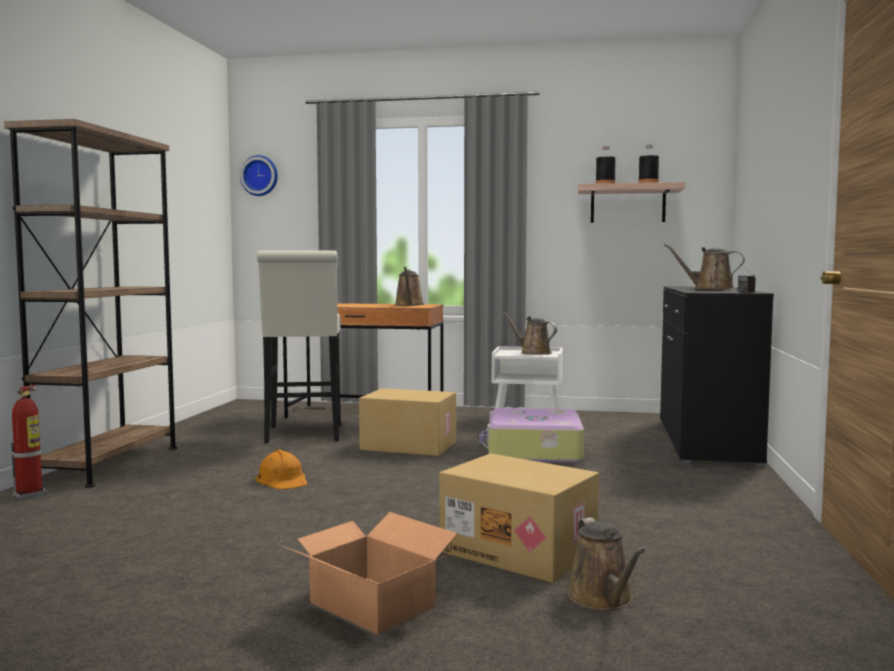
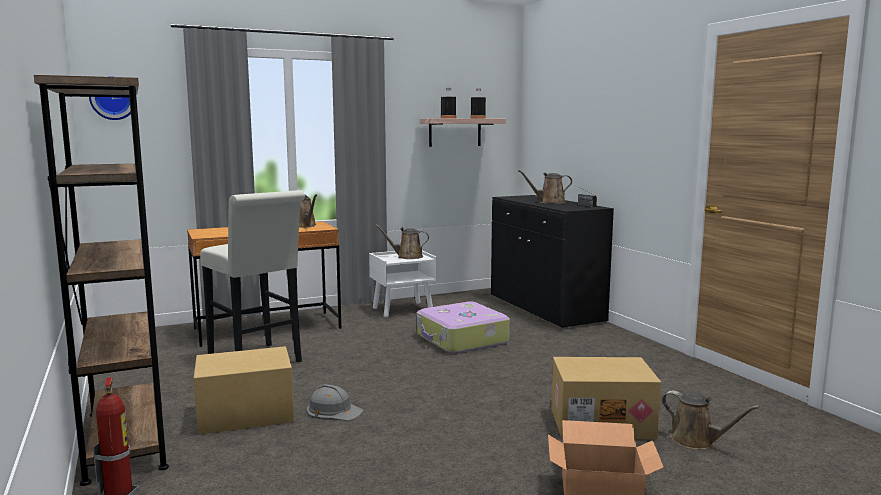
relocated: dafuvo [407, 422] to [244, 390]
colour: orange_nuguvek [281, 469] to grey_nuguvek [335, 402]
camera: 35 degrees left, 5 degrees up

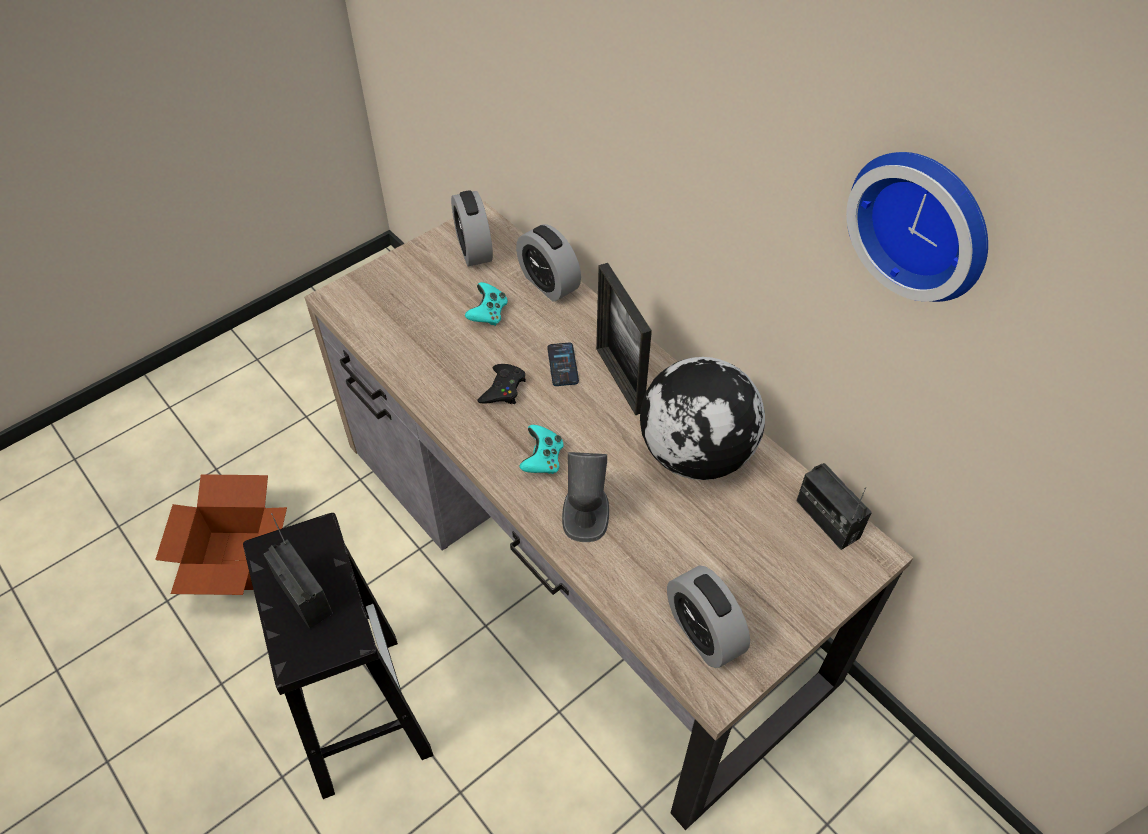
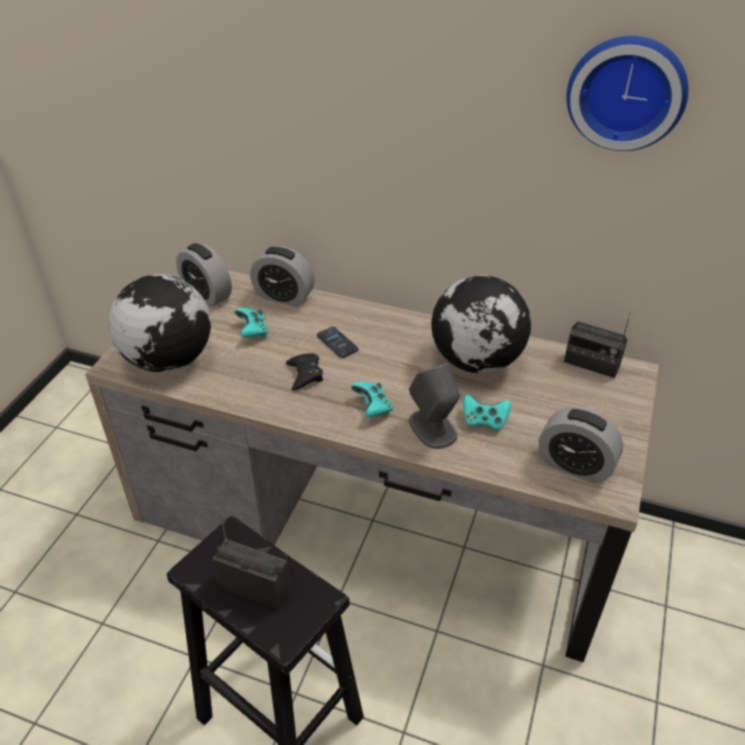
missing: dafuvo [221, 534]; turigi [624, 339]
appeared: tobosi [160, 323]; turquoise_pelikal [487, 413]
camera: 30 degrees left, 10 degrees down

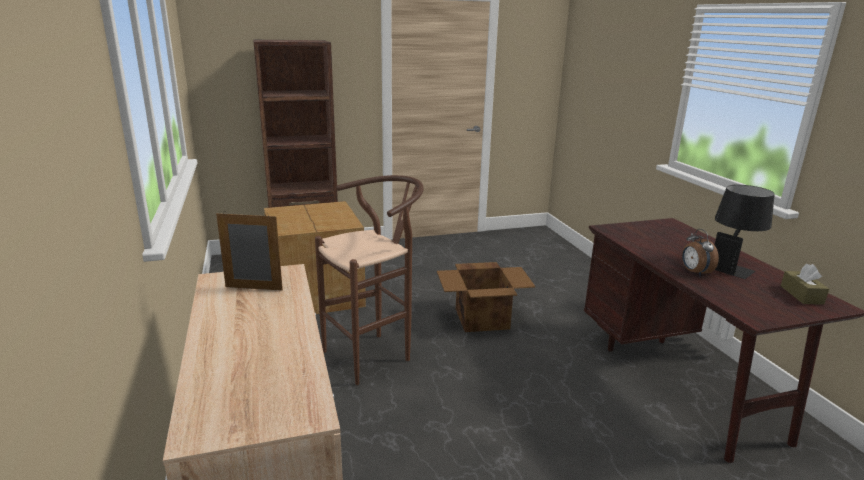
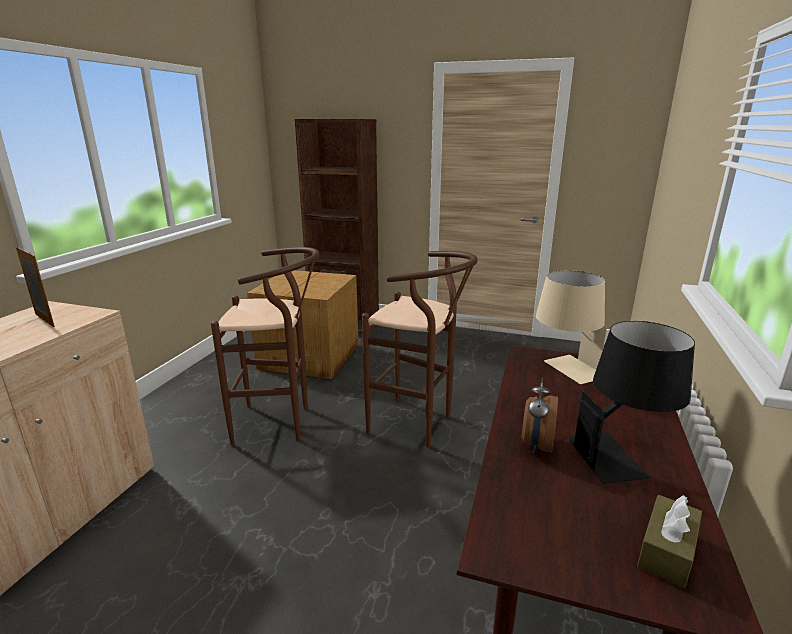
appeared: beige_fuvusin [571, 327]
exchanged: dafuvo [486, 297] to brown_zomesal [420, 349]
camera: 35 degrees right, 0 degrees up

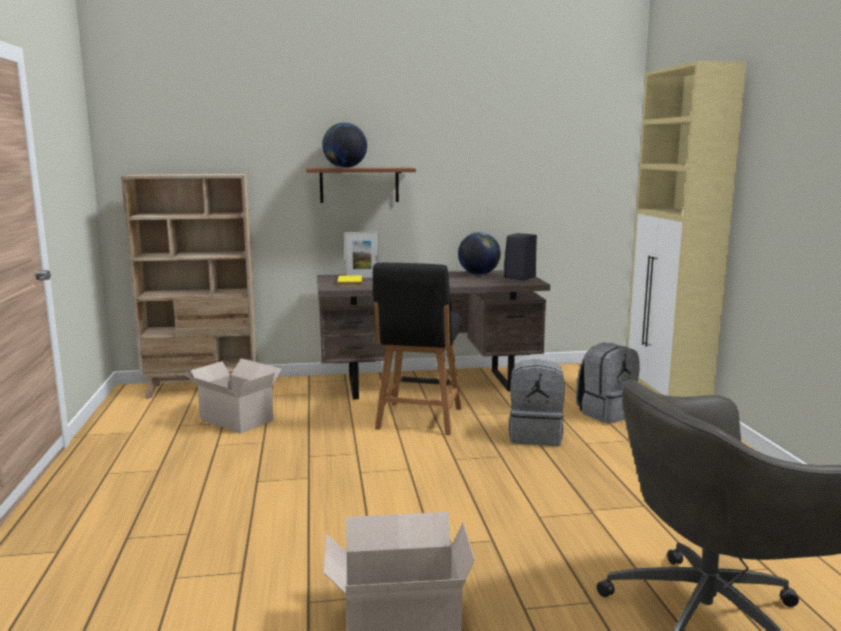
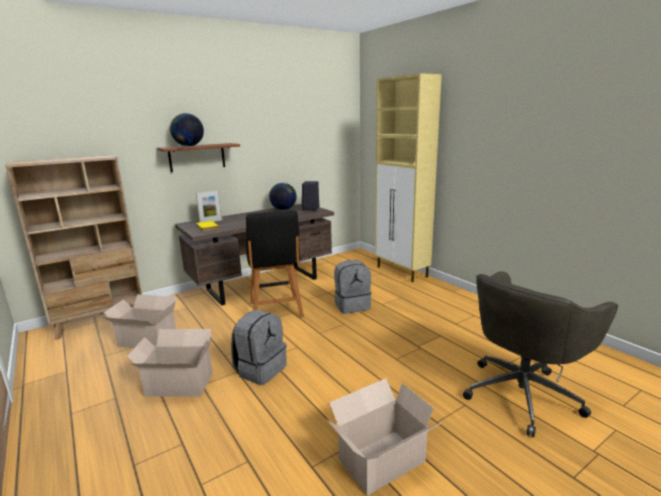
appeared: dafuvo [170, 362]
relocated: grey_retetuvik [608, 383] to [258, 347]
camera: 25 degrees left, 5 degrees up

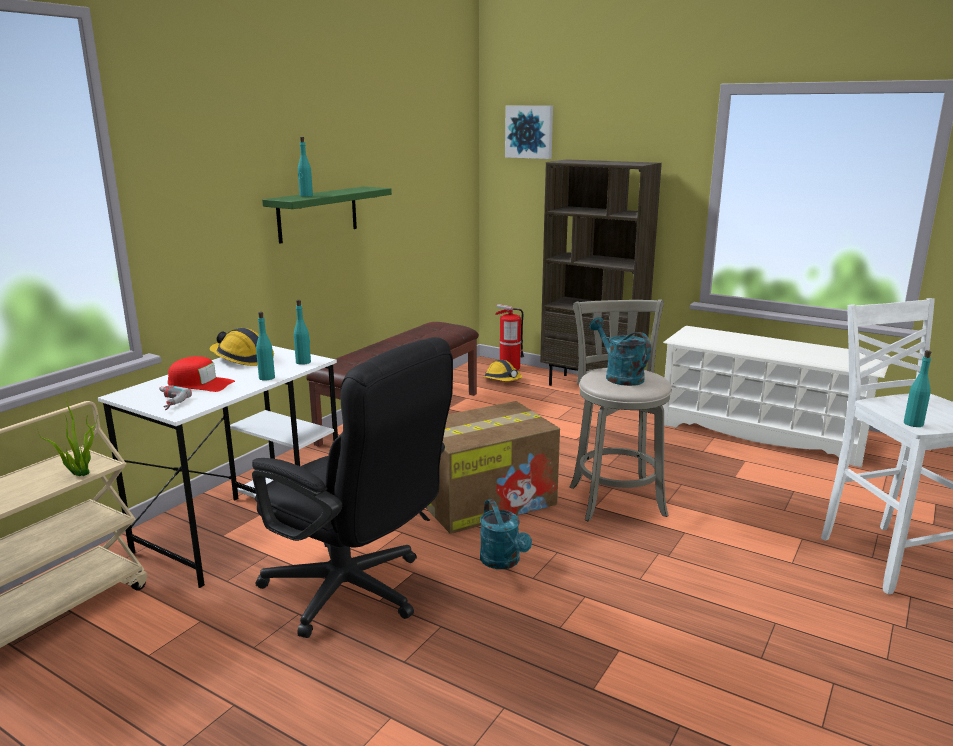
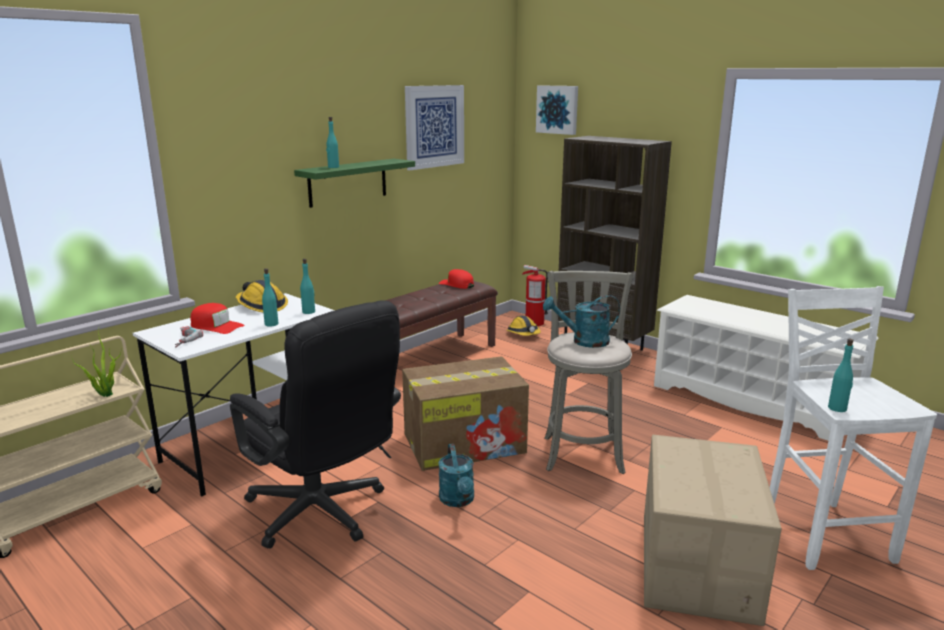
appeared: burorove [434, 127]; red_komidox [456, 279]; dafuvo [713, 530]
spun: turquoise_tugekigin [620, 351] = [581, 321] 75 degrees counterclockwise
camera: 10 degrees right, 0 degrees up

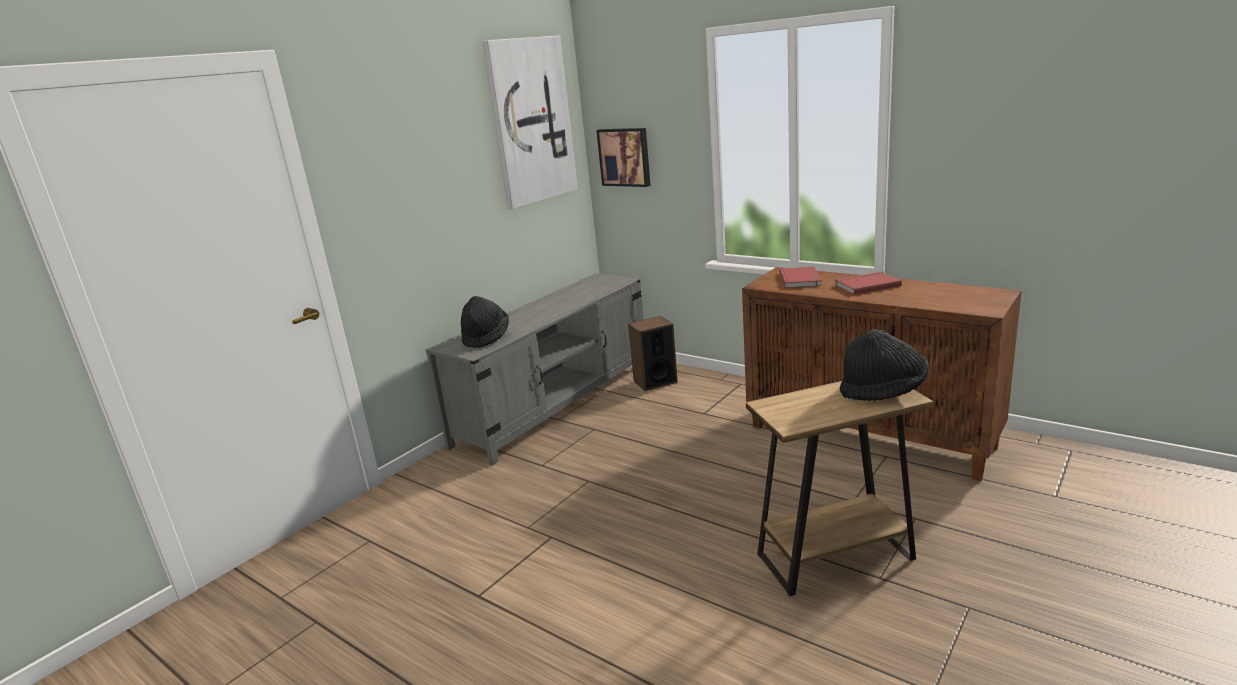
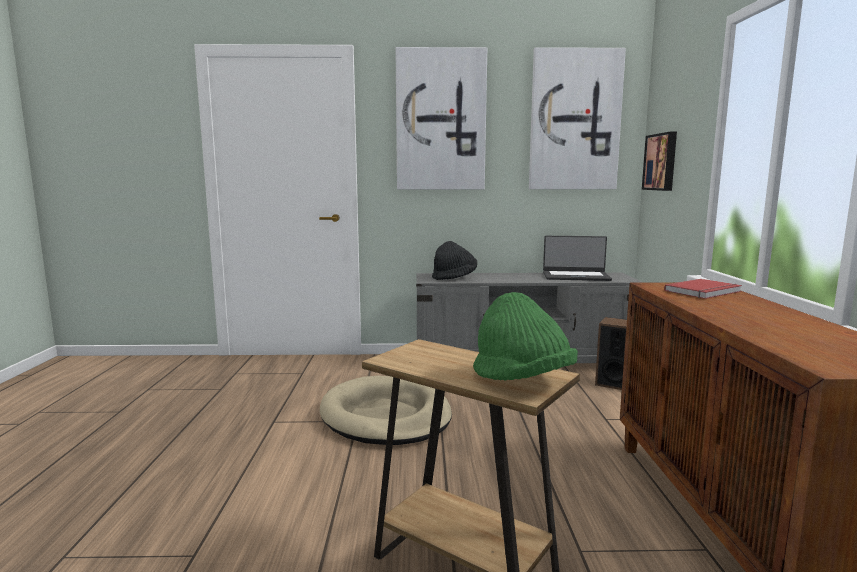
missing: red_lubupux [868, 283]
appeared: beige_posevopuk [386, 410]; burorove [441, 118]; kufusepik [577, 258]
colour: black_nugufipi [884, 365] to green_nugufipi [525, 336]
camera: 50 degrees right, 10 degrees down

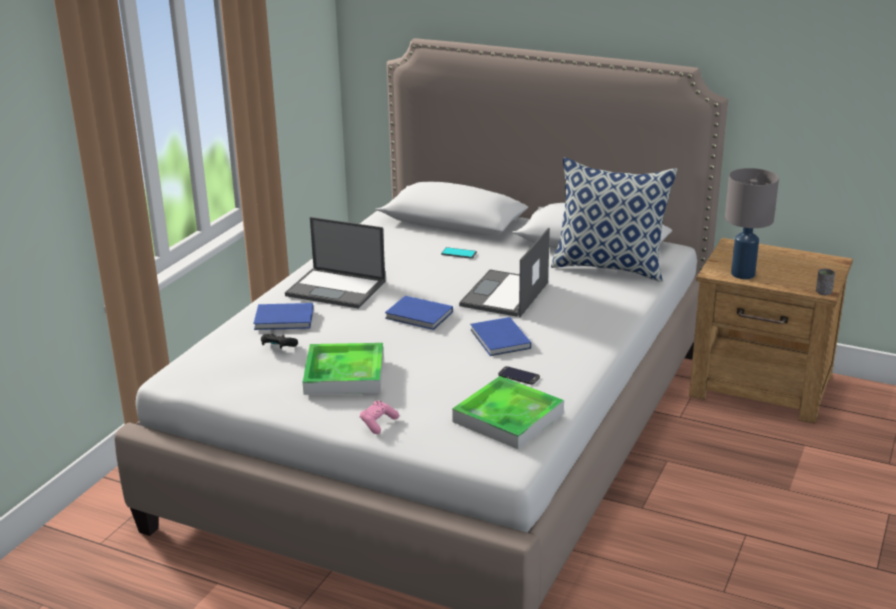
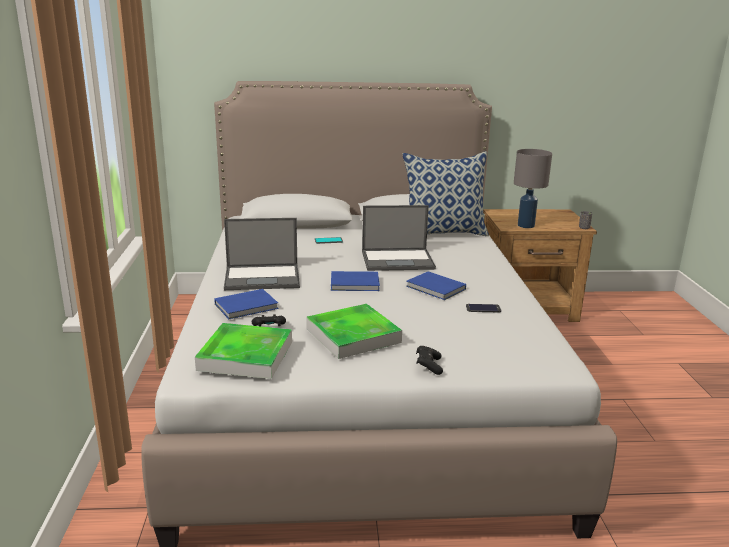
relocated: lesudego [508, 412] to [243, 351]
colour: pink_pelikal [379, 417] to black_pelikal [429, 360]
spun: kufusepik [504, 272] = [399, 238] 90 degrees counterclockwise
camera: 30 degrees left, 5 degrees down

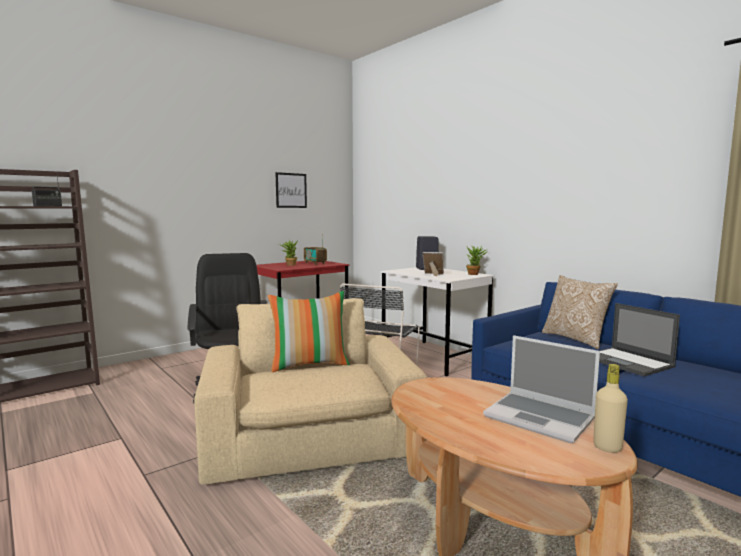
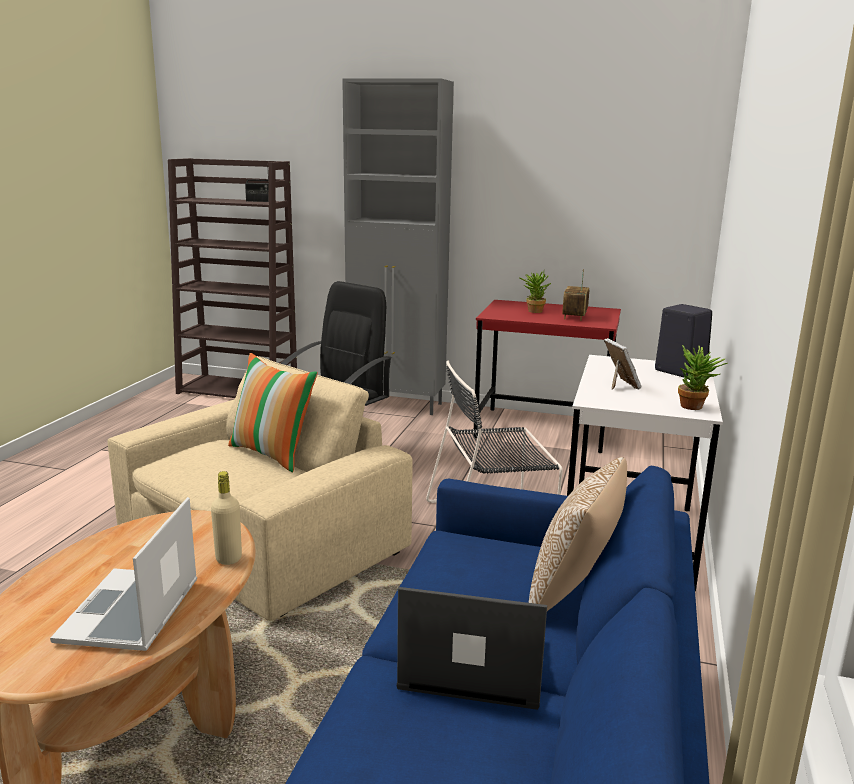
missing: burorove [291, 190]
appeared: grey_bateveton [398, 246]
relocated: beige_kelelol [610, 408] to [226, 518]
spun: kufusepik [639, 339] = [472, 648] 75 degrees clockwise
camera: 55 degrees right, 10 degrees up

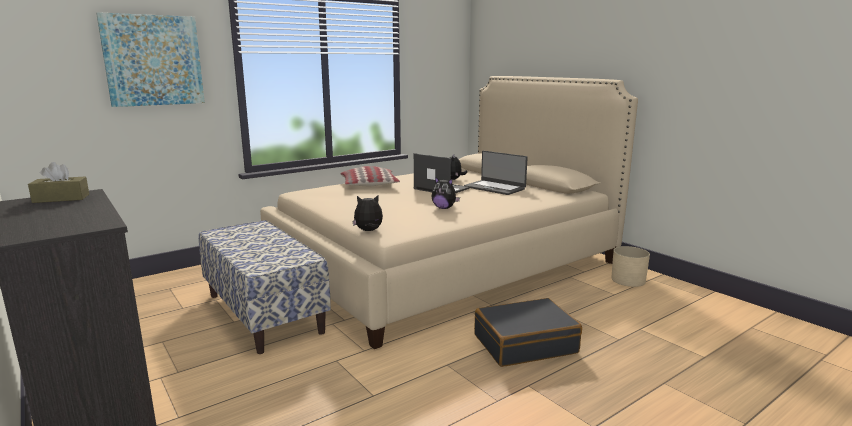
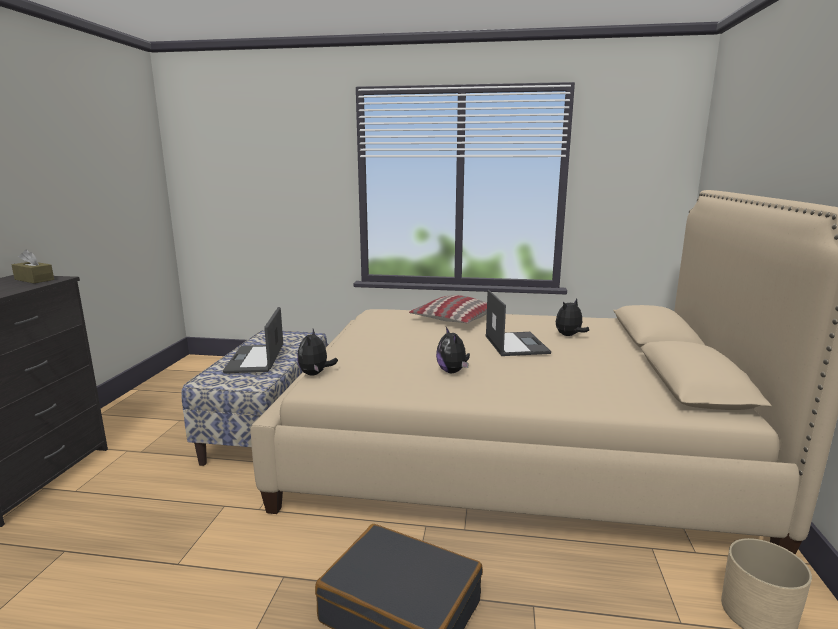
missing: burorove [150, 59]
relocated: kufusepik [496, 173] to [253, 340]
spun: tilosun [367, 213] = [317, 352] 120 degrees counterclockwise
camera: 45 degrees right, 0 degrees up

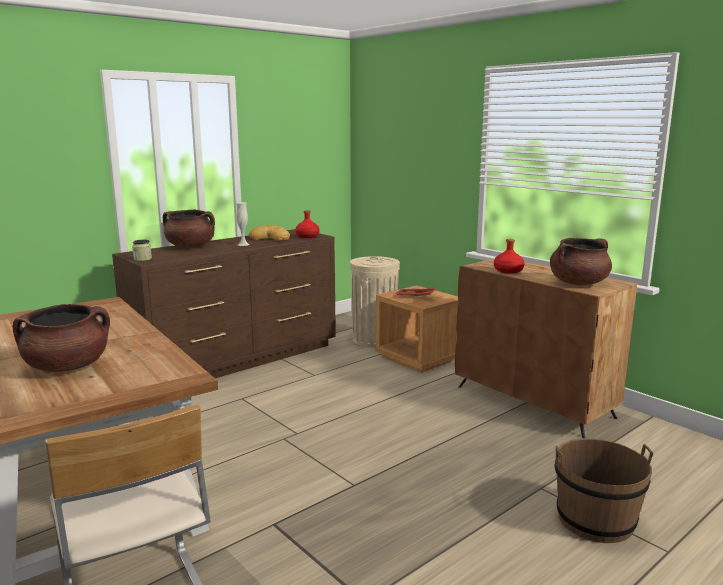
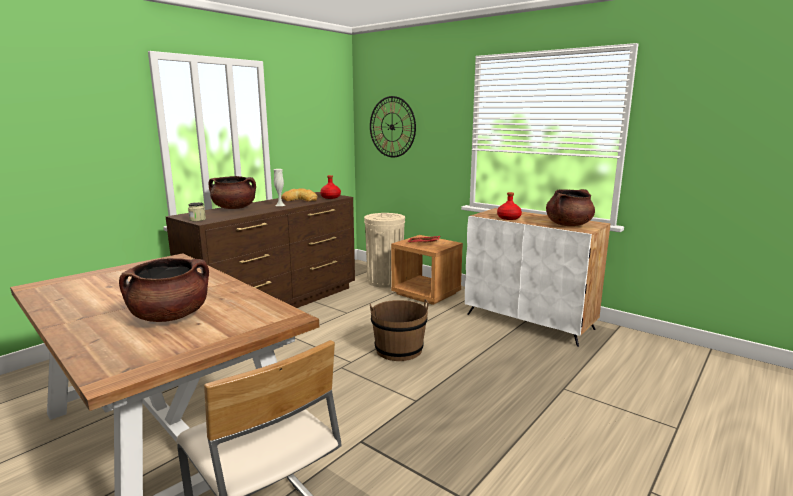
appeared: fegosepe [393, 126]
relocated: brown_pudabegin [604, 490] to [399, 330]
colour: brown_bateveton [546, 348] to white_bateveton [537, 277]
camera: 10 degrees left, 0 degrees up

